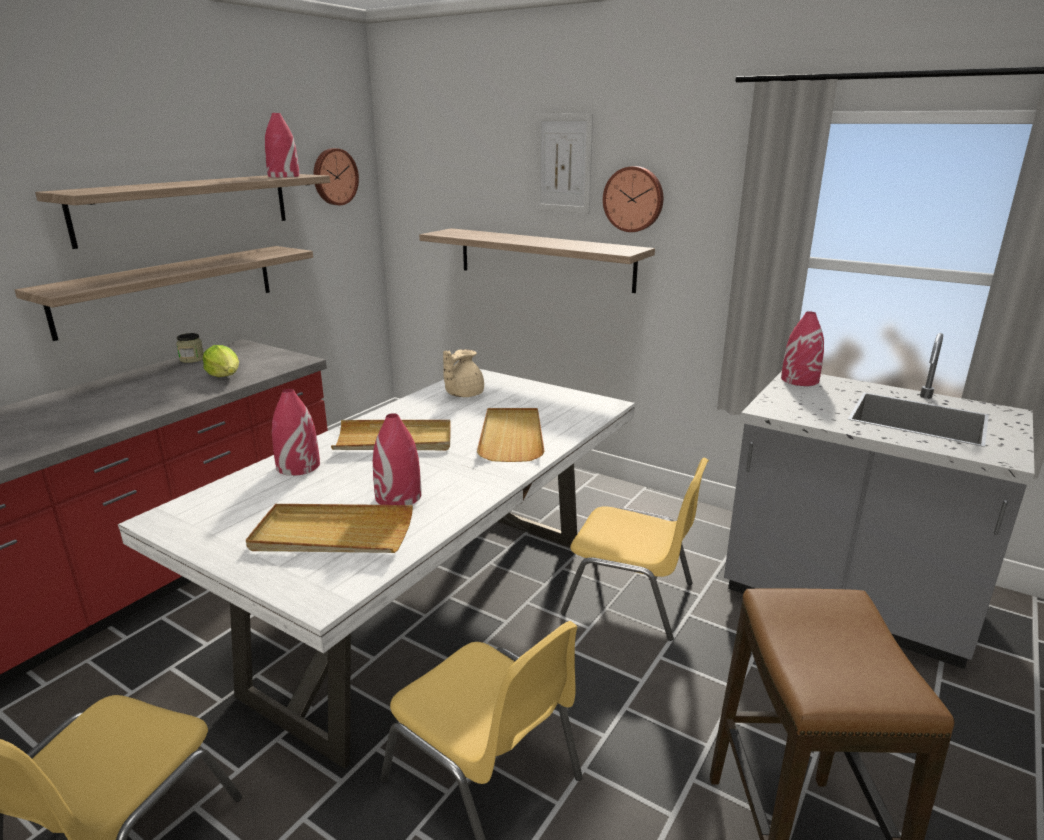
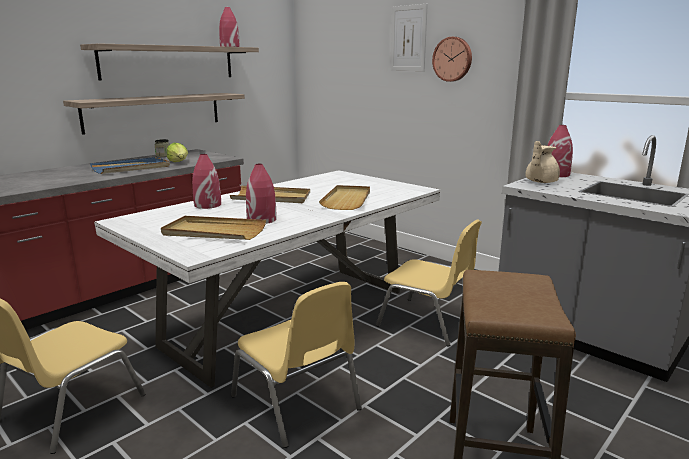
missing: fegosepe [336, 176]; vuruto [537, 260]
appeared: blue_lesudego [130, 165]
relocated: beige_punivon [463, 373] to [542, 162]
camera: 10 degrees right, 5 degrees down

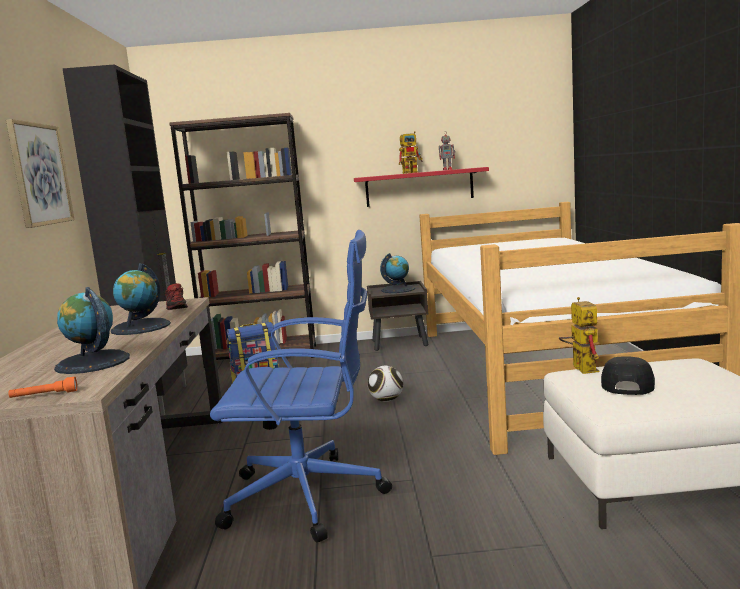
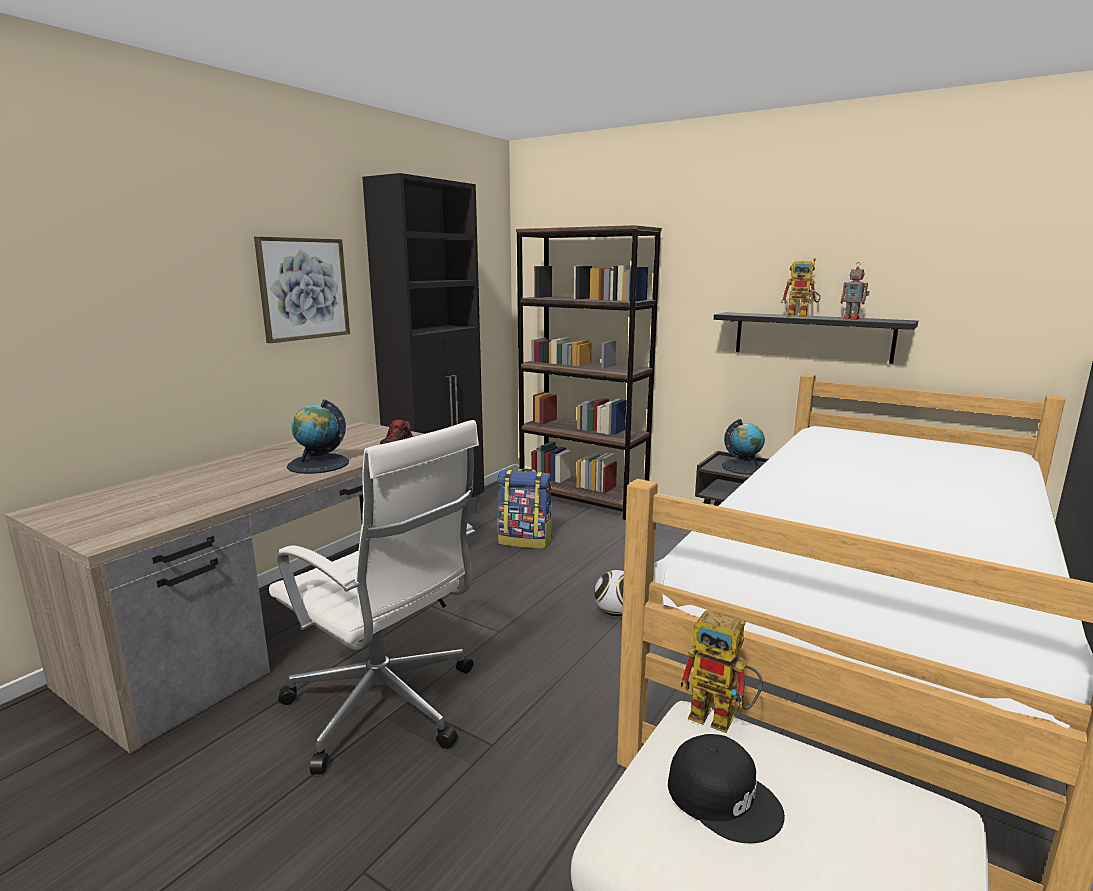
missing: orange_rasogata [42, 387]; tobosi [92, 330]
colour: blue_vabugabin [301, 386] to white_vabugabin [374, 597]; red_vuruto [421, 187] to black_vuruto [816, 338]
spun: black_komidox [628, 375] = [726, 788] 75 degrees clockwise; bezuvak [579, 335] = [720, 671] 90 degrees clockwise
camera: 35 degrees right, 5 degrees up

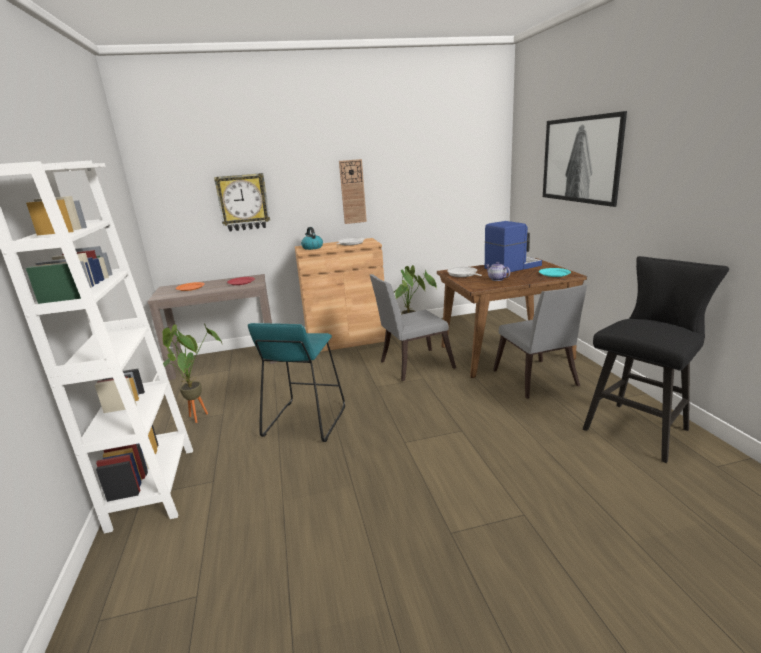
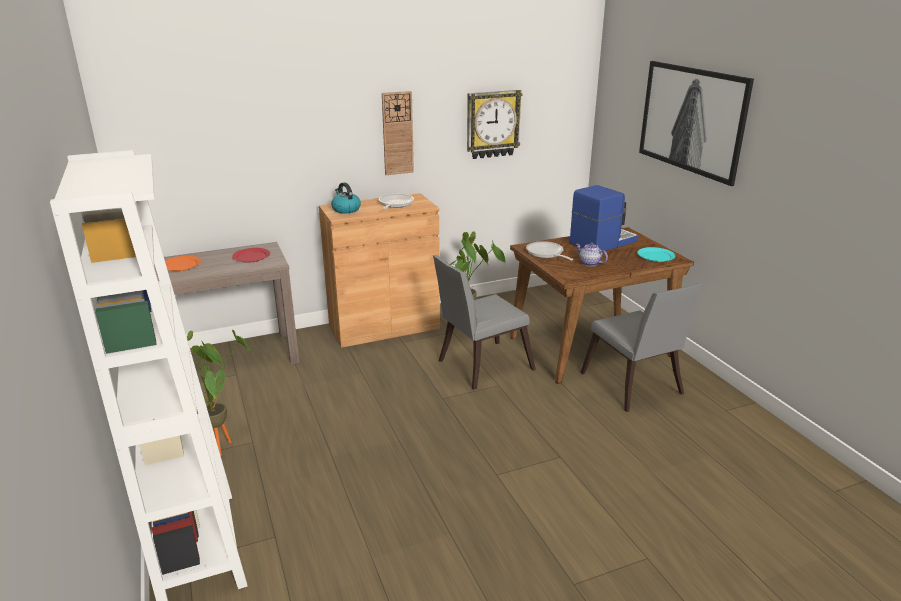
missing: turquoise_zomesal [296, 382]; black_zomesal [656, 359]
relocated: fegosepe [242, 202] to [495, 124]
camera: 10 degrees left, 5 degrees up

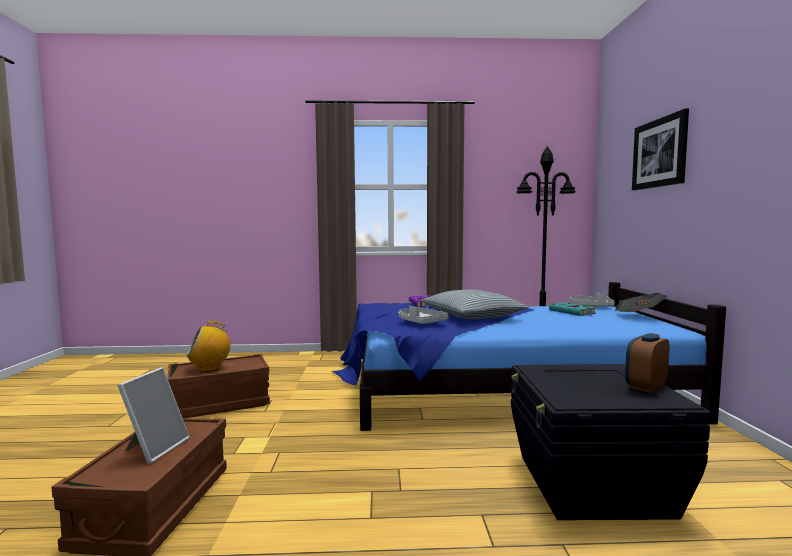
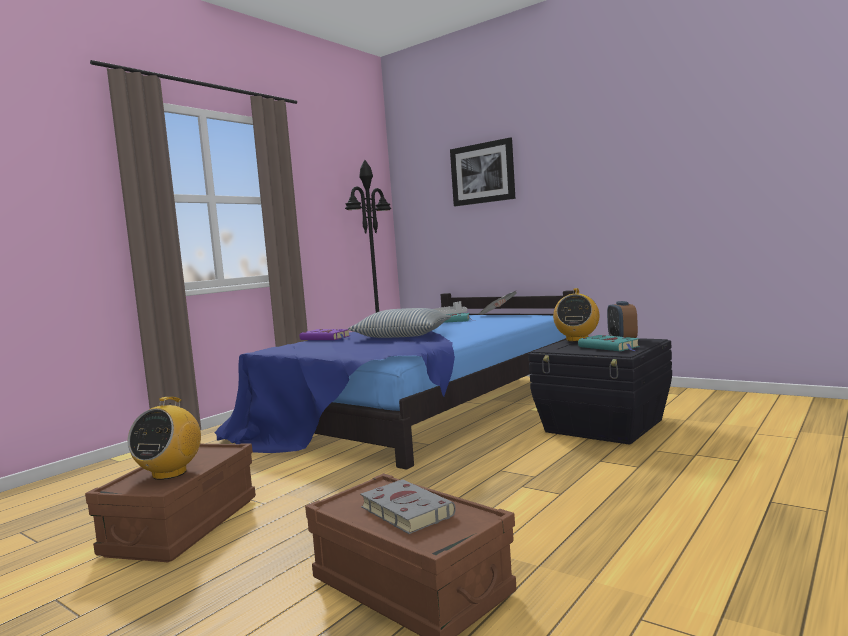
missing: grey_lesudego [423, 315]
appeared: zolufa [576, 315]; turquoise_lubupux [609, 343]
exchanged: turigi [154, 415] to grey_lubupux [408, 506]
camera: 50 degrees left, 0 degrees up

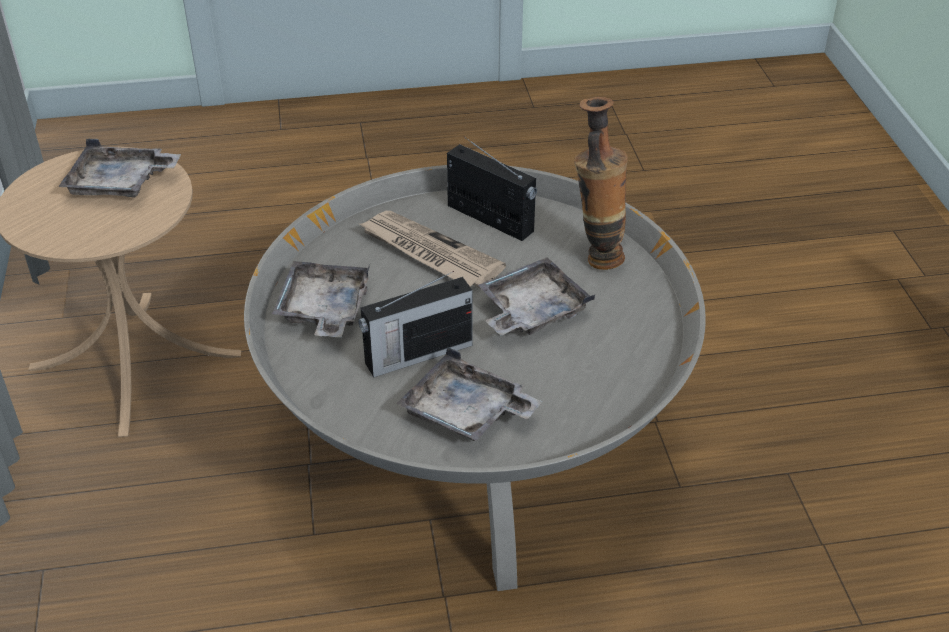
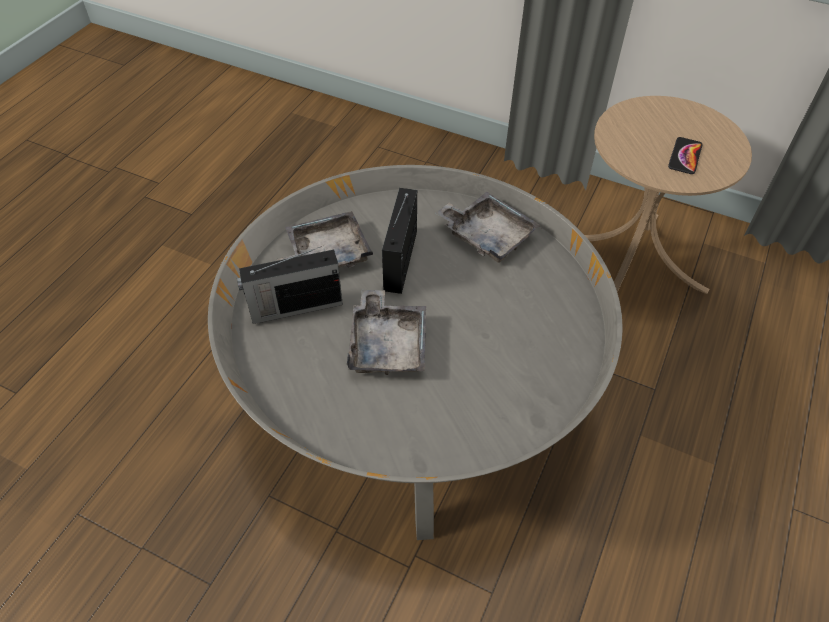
missing: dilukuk [432, 249]; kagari [601, 183]
relocated: zolufa [492, 189] to [290, 285]
exchanged: grey_lesudego [119, 168] to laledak [685, 155]
camera: 125 degrees right, 10 degrees up

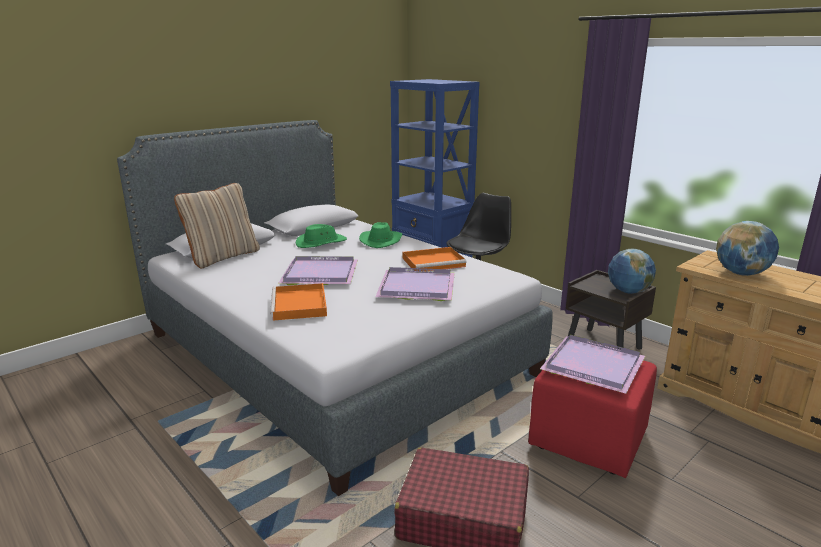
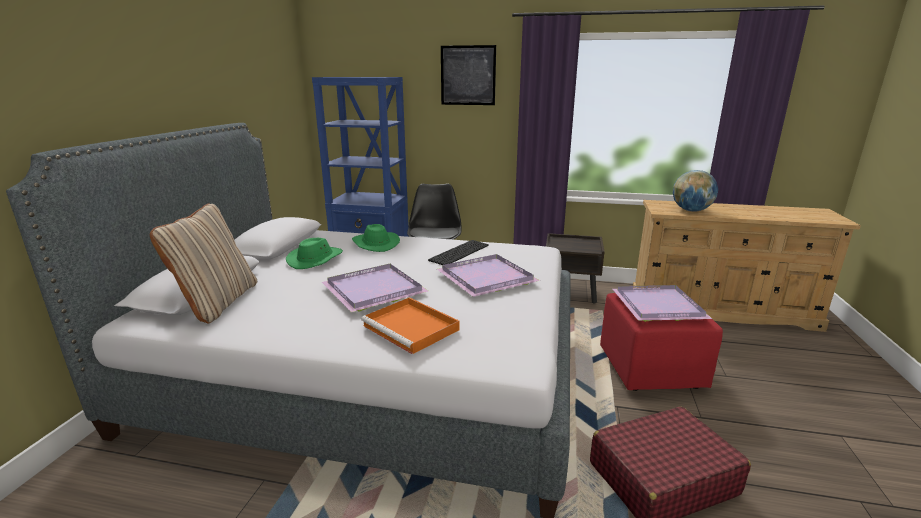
missing: tobosi [632, 271]
appeared: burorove [468, 75]
exchanged: orange_lesudego [435, 259] to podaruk [458, 252]
camera: 35 degrees left, 0 degrees up

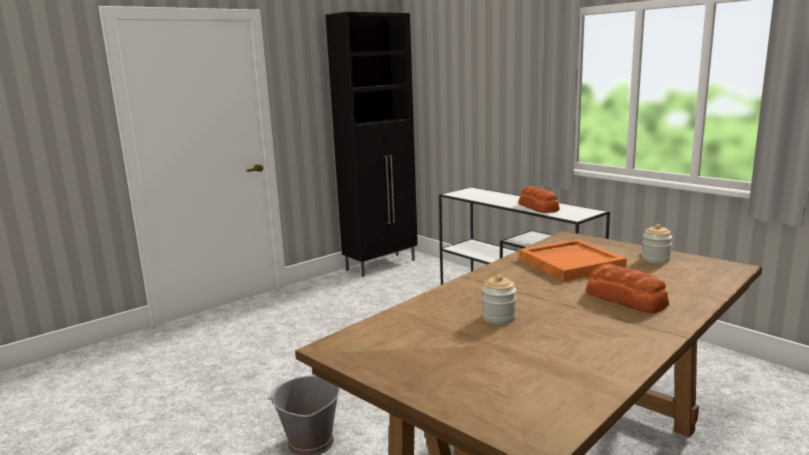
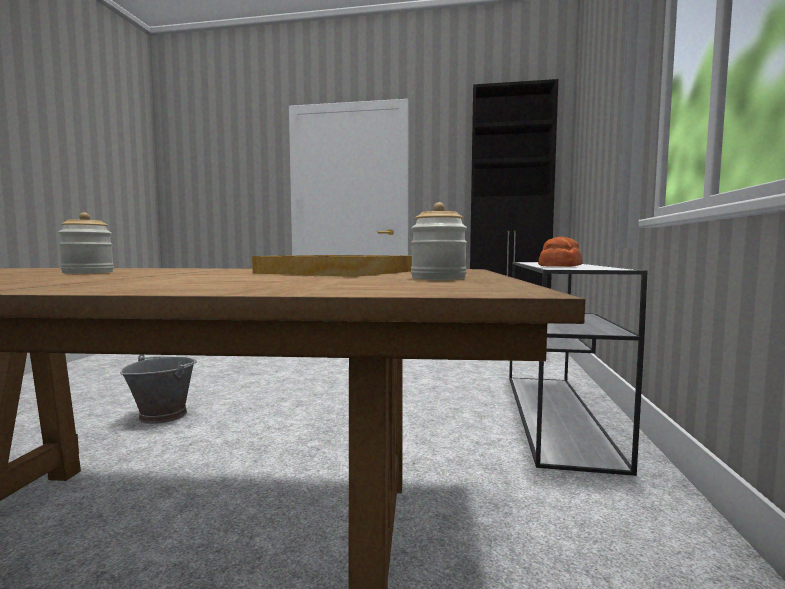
missing: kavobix [627, 288]
colour: orange_lesudego [573, 260] to beige_lesudego [332, 266]
camera: 50 degrees right, 10 degrees down

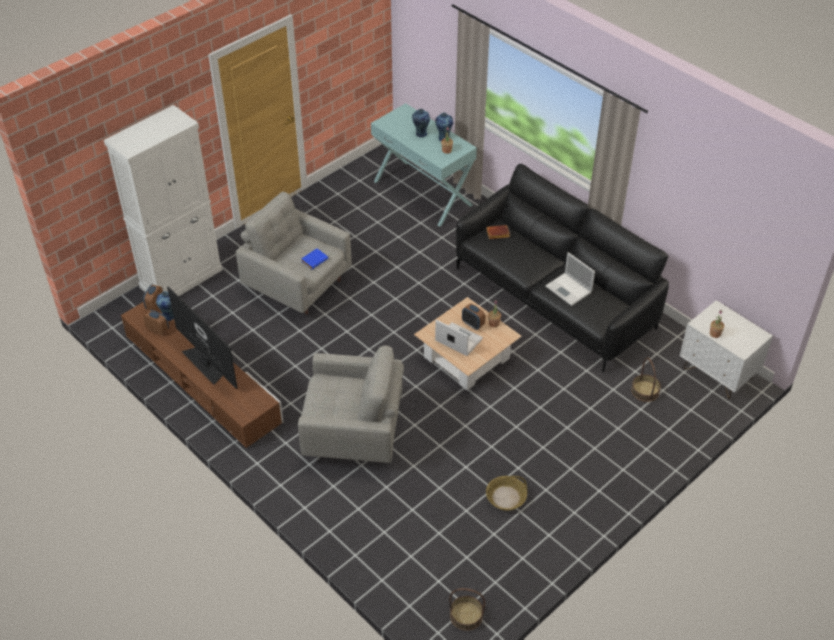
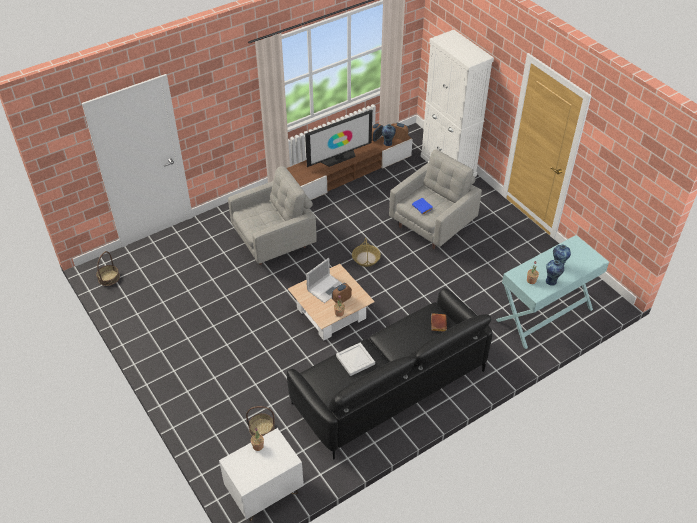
relocated: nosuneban [506, 493] to [366, 252]
exchanged: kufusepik [570, 279] to white_lesudego [355, 359]
spun: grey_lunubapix [351, 404] = [272, 215] 135 degrees counterclockwise
camera: 100 degrees right, 0 degrees up

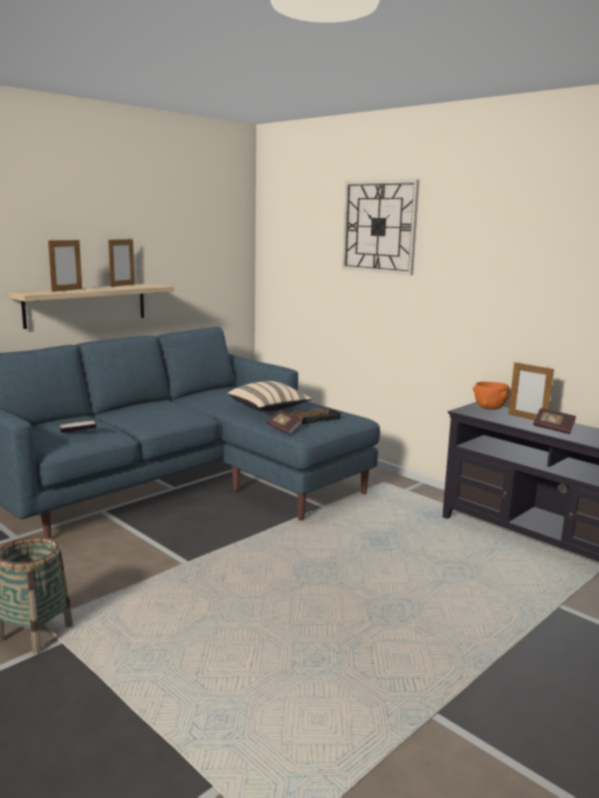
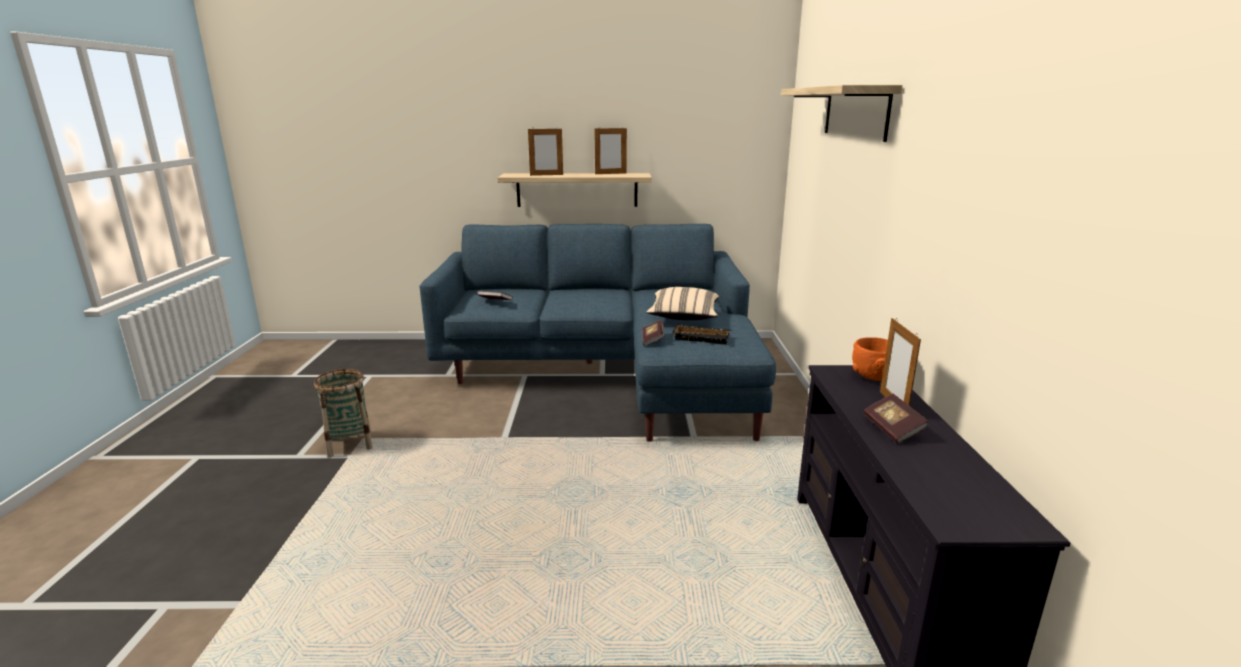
exchanged: fegosepe [380, 227] to vuruto [842, 113]
camera: 45 degrees right, 5 degrees up

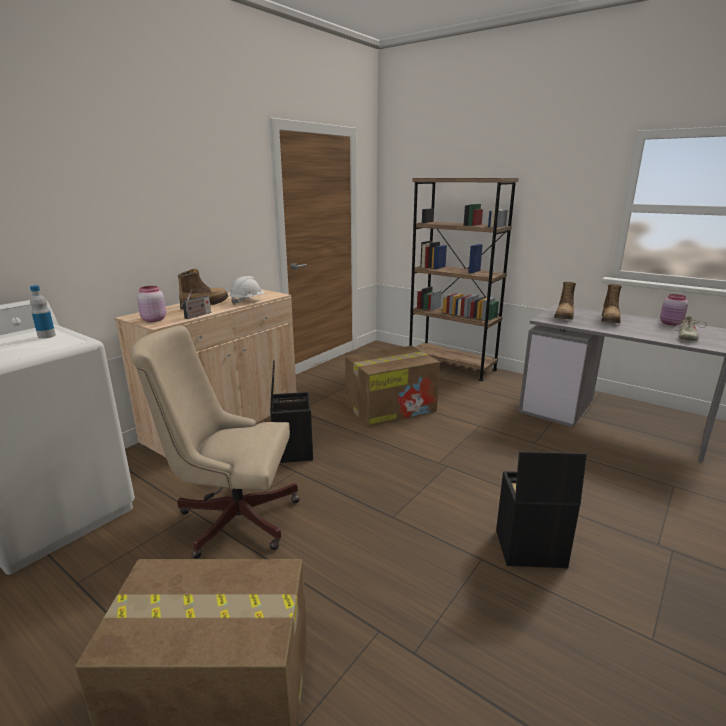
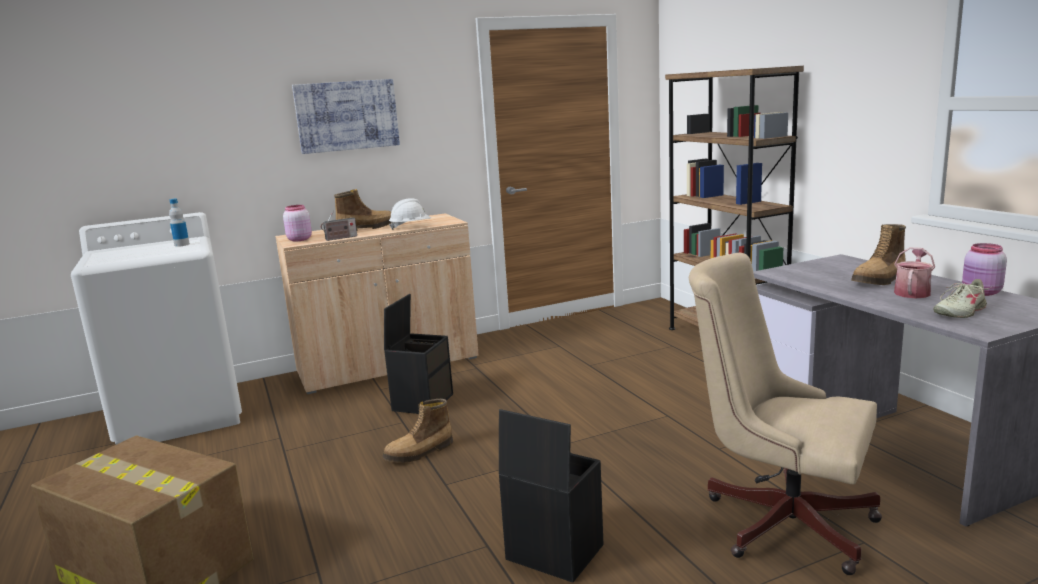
missing: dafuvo [392, 386]
appeared: burorove [346, 116]; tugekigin [914, 272]
relocated: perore [565, 301] to [417, 431]; beige_vabugabin [215, 442] to [785, 414]
camera: 30 degrees right, 5 degrees down

